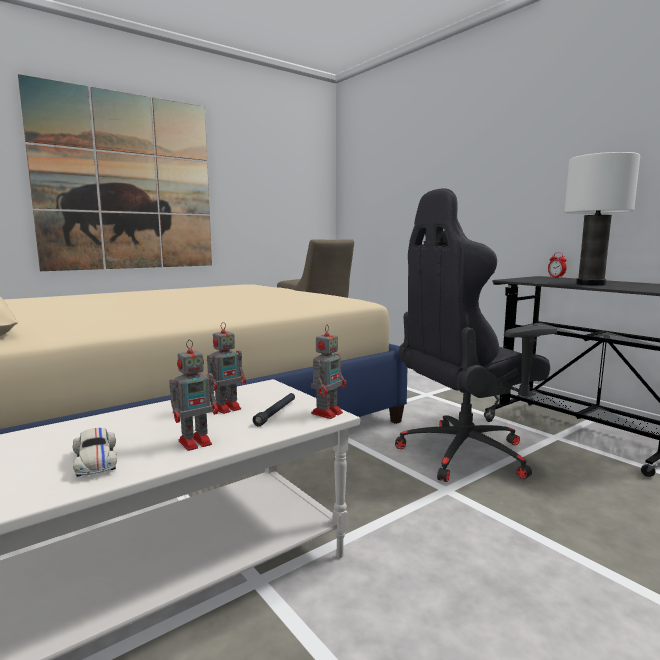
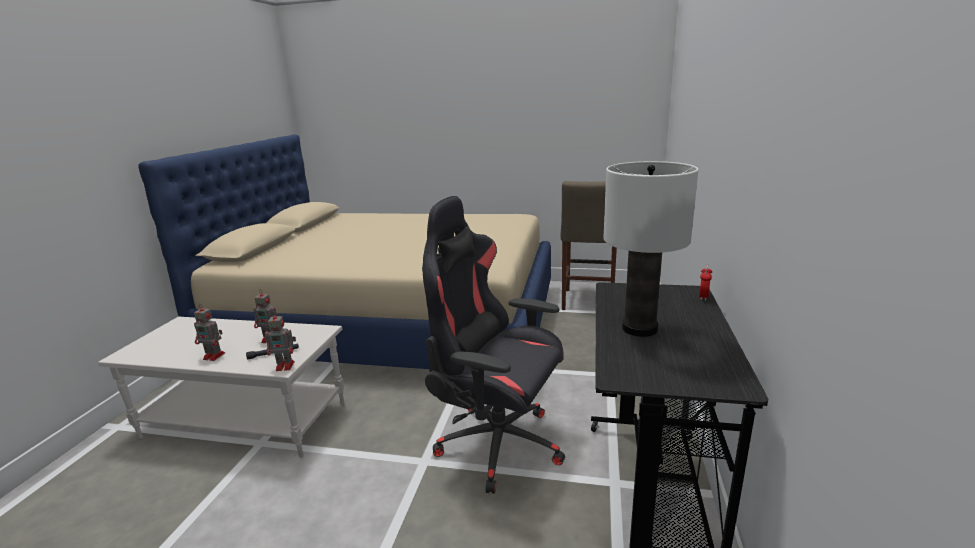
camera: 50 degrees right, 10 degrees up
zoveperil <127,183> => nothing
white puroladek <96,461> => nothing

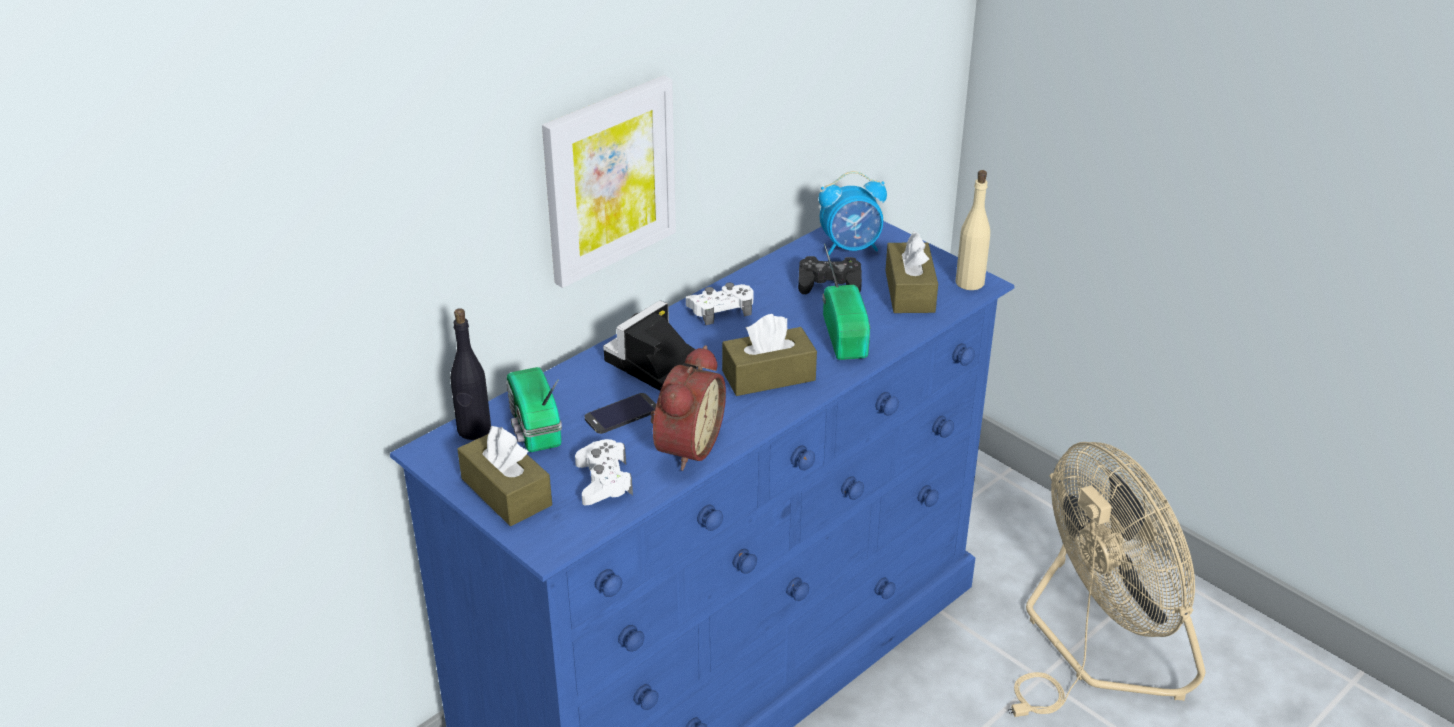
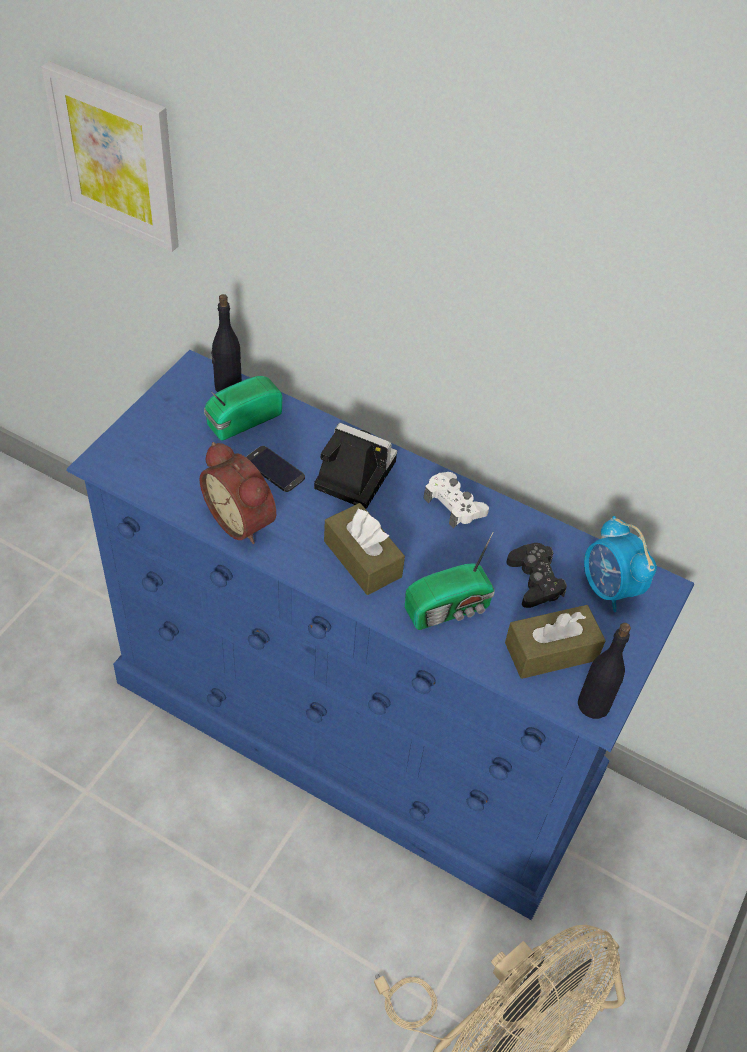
camera: 70 degrees right, 15 degrees up
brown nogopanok <506,492> => nothing
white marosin <603,480> => nothing
zoveperil <608,179> => zoveperil <116,157>, shifted
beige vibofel <969,282> => black vibofel <594,704>
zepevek <685,446> => zepevek <243,519>, 45 degrees clockwise

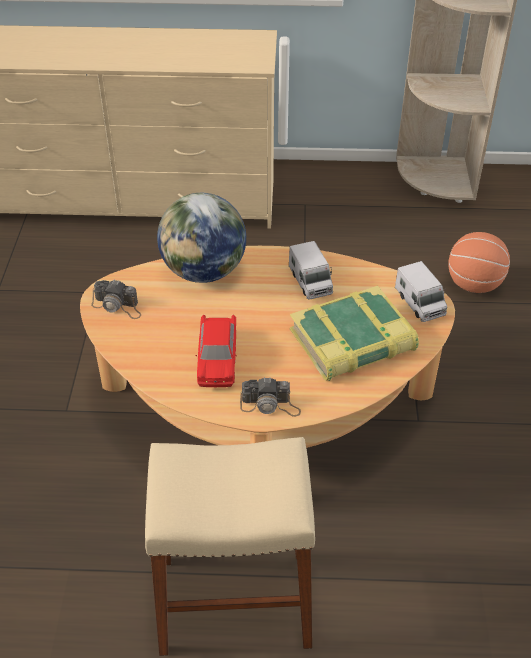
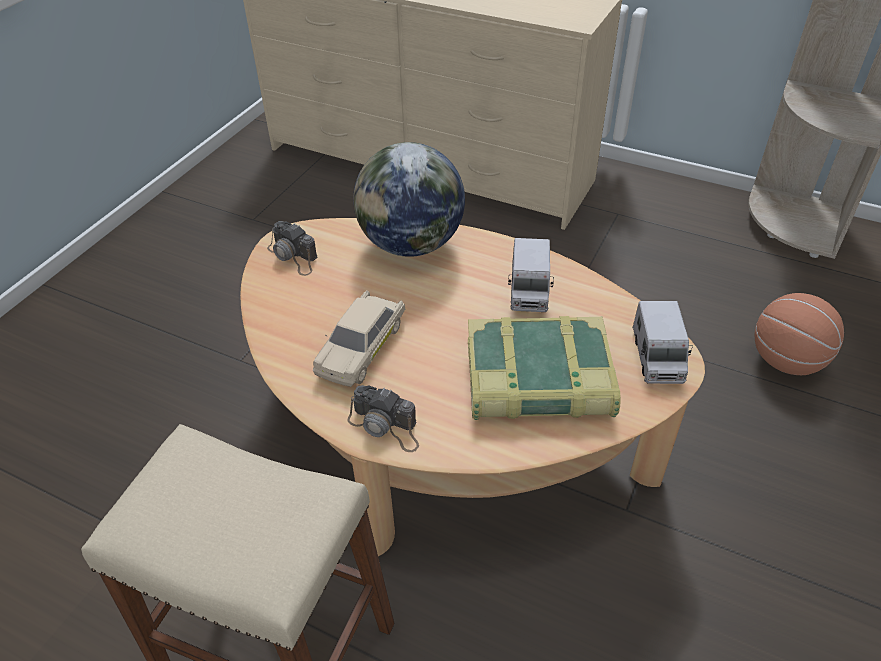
camera: 25 degrees right, 0 degrees up
red puroladek <217,358> => beige puroladek <361,348>

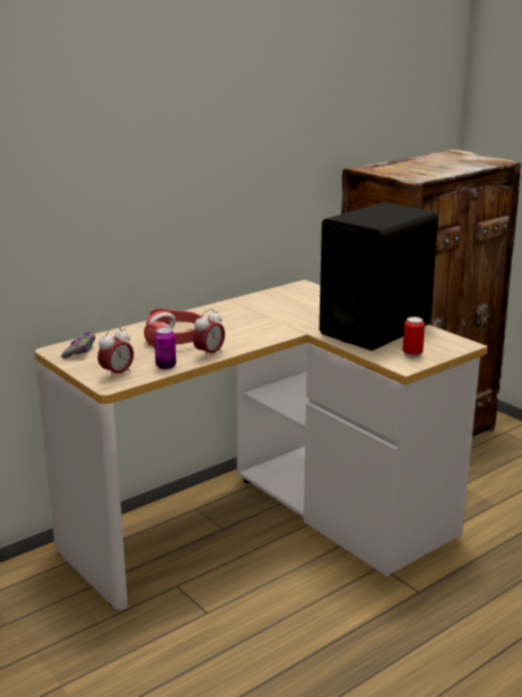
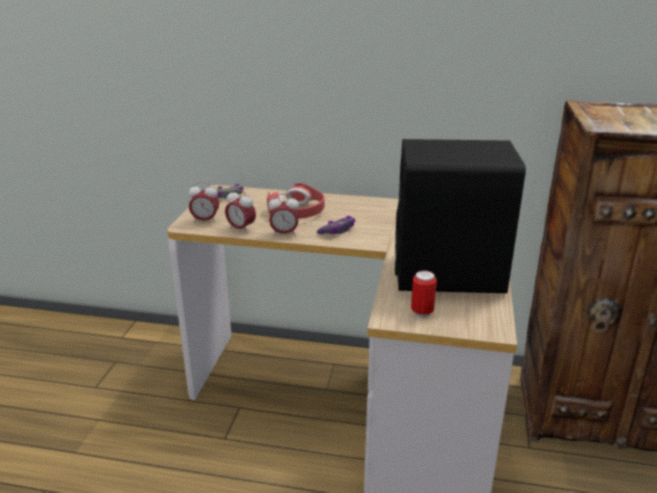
camera: 50 degrees right, 5 degrees up
nothing => purple marosin <337,230>
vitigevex <166,366> => zepevek <241,229>

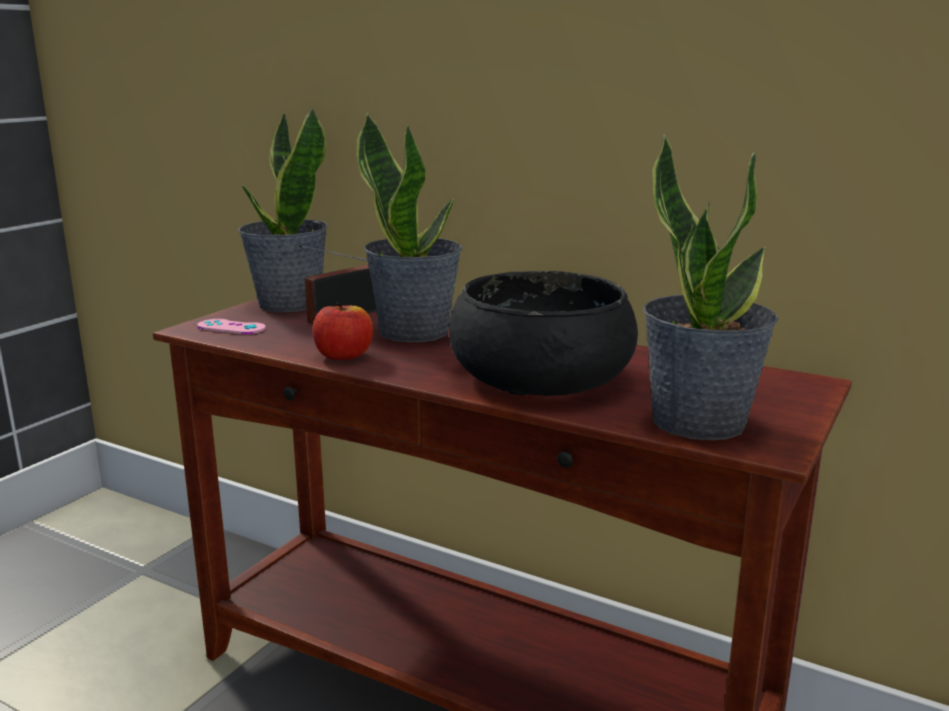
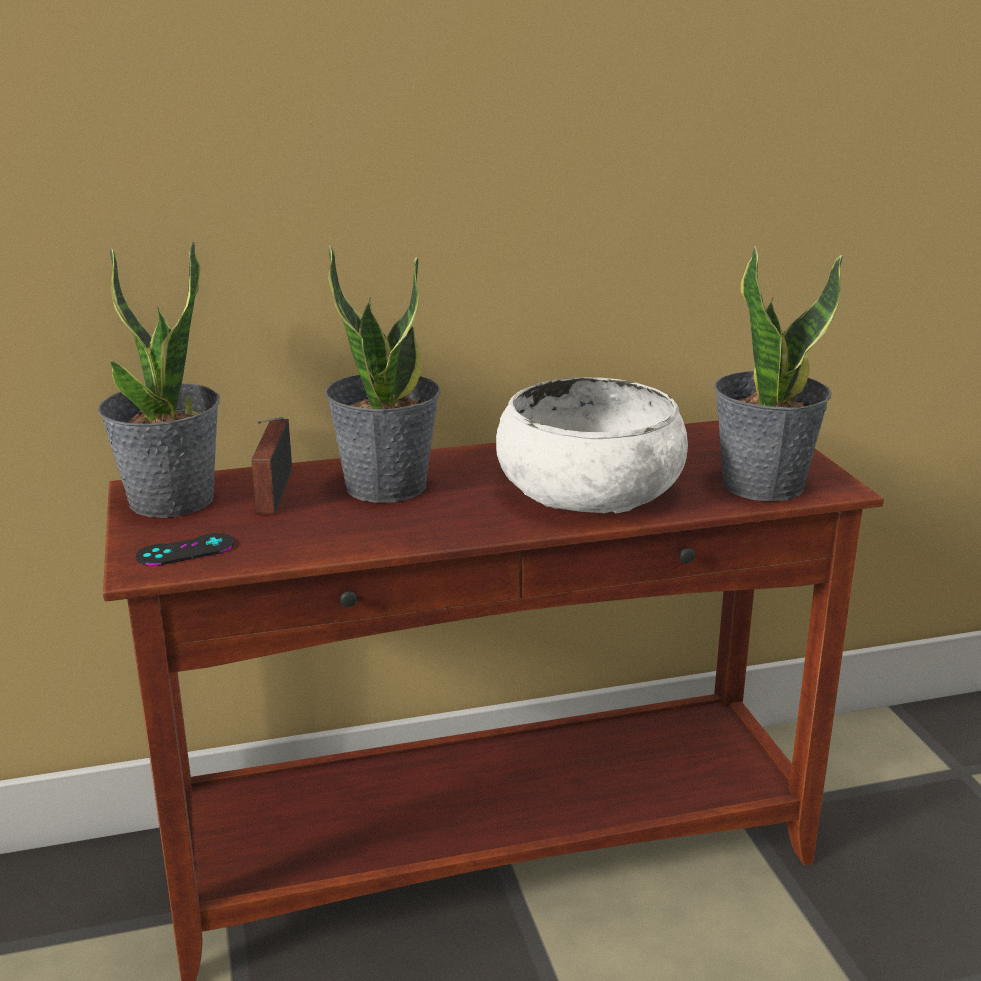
camera: 45 degrees left, 5 degrees up
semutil <344,356> => nothing
pink marosin <231,327> => black marosin <185,550>
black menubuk <541,376> => white menubuk <590,489>

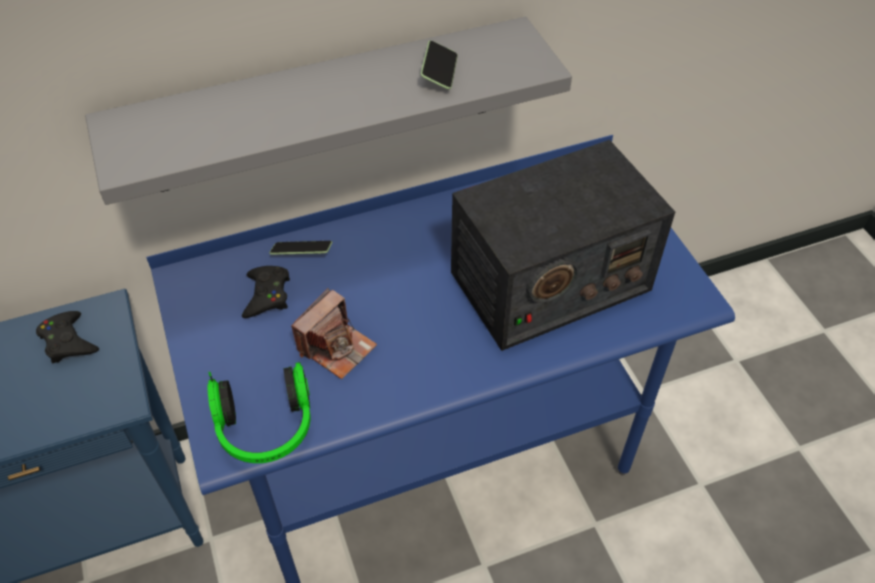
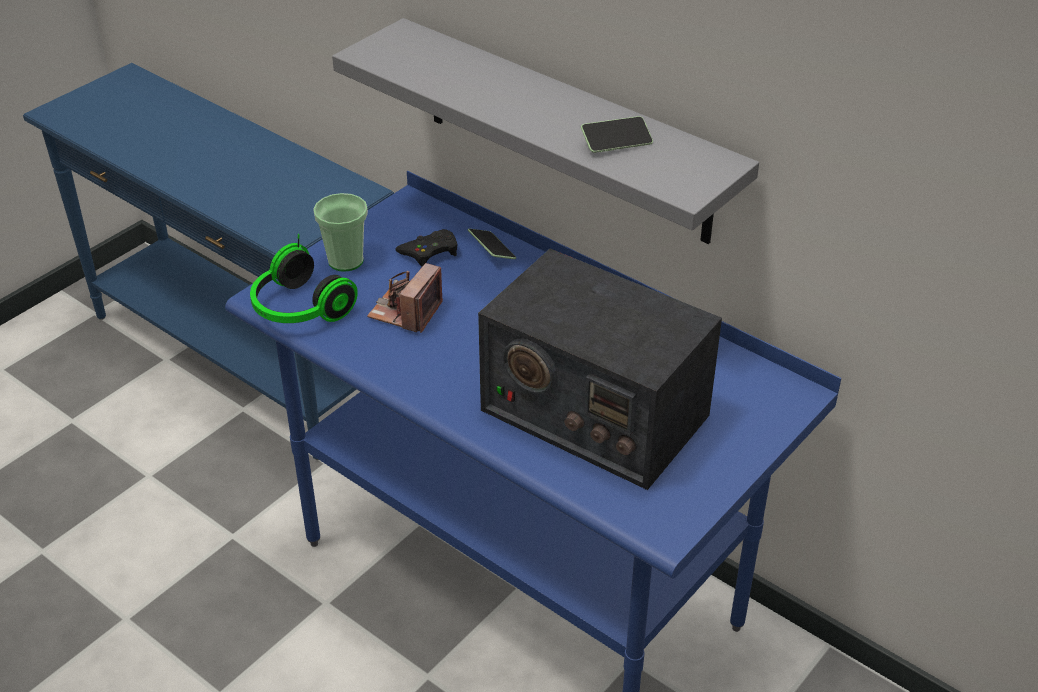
camera: 60 degrees right, 10 degrees down
black marosin <68,341> => nothing
nothing => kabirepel <345,261>
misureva <336,347> => misureva <406,312>, 105 degrees clockwise

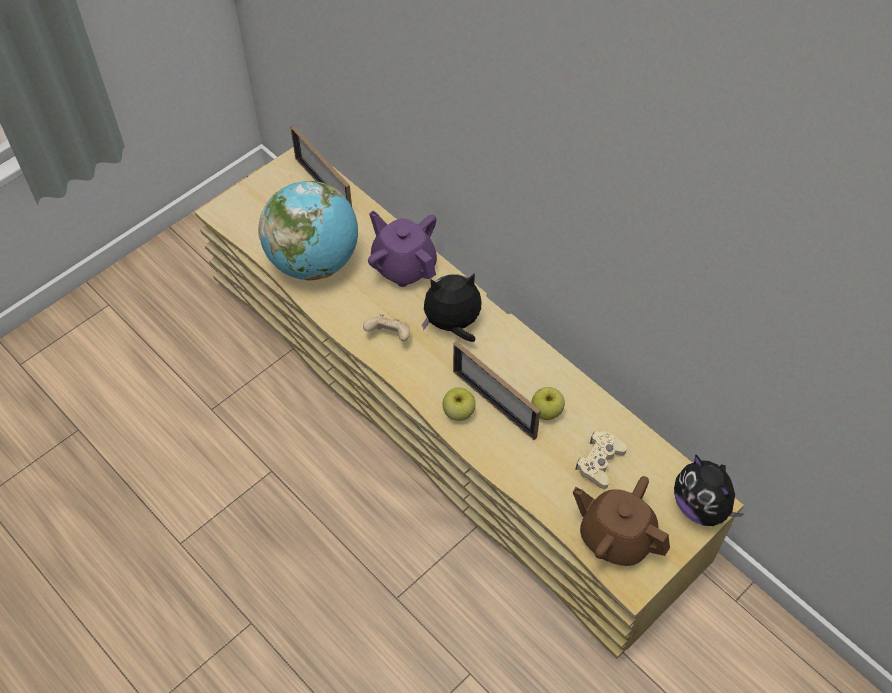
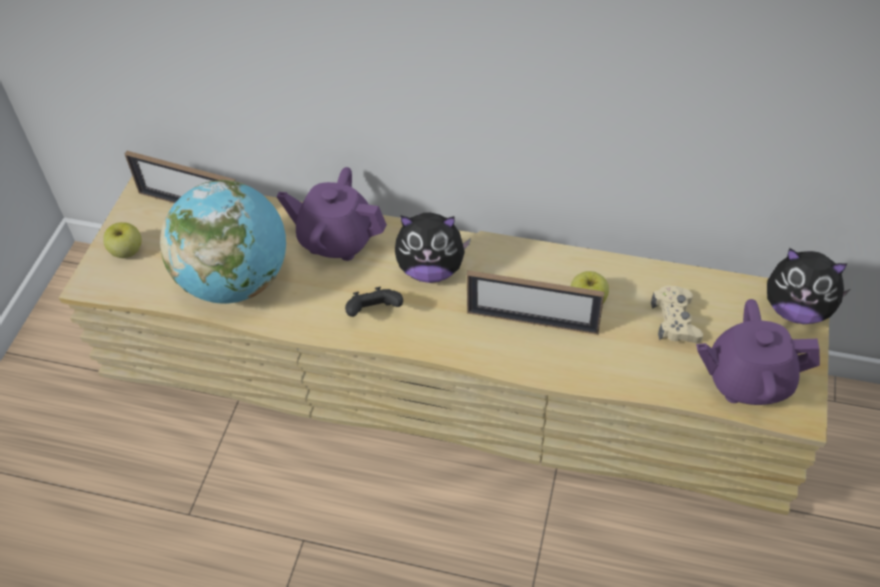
camera: 30 degrees left, 5 degrees down
semutil <458,412> => semutil <127,251>, shifted
beige marosin <389,336> => black marosin <374,312>
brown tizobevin <616,537> => purple tizobevin <747,380>
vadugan <453,325> => vadugan <431,269>, 135 degrees counterclockwise

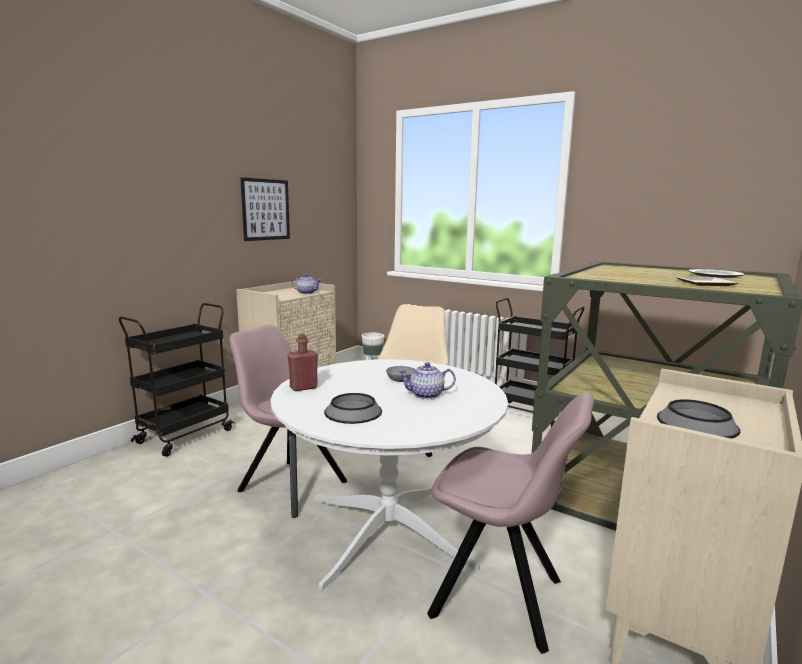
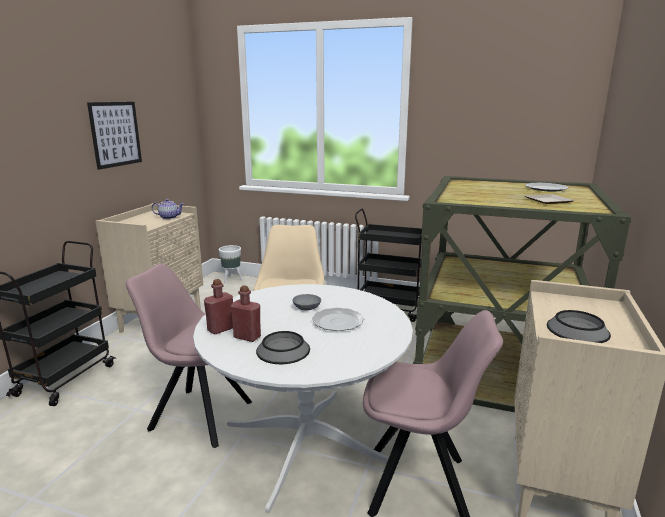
camera: 15 degrees left, 5 degrees up
nothing => red vibofel <247,337>
tizobevin <427,395> => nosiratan <338,322>

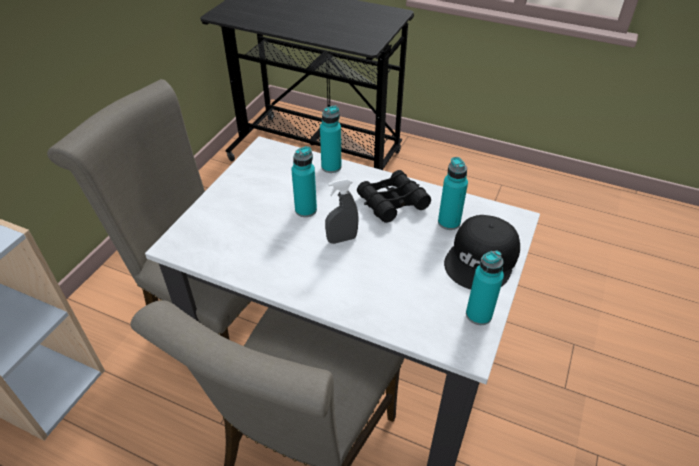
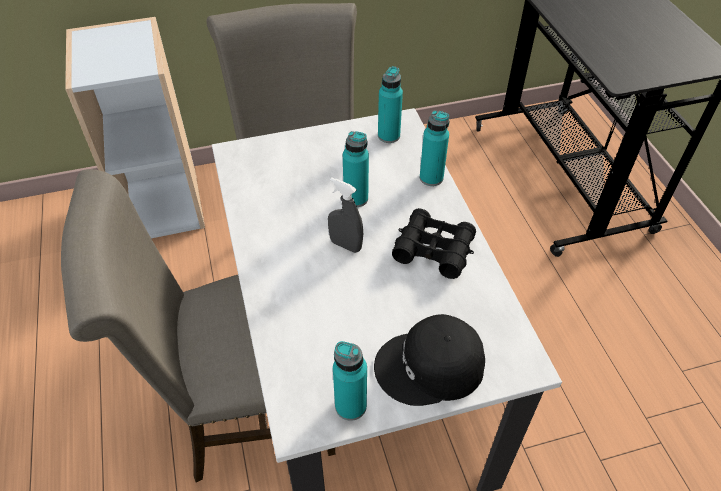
camera: 50 degrees right, 5 degrees up
turquoise vibofel <449,222> => turquoise vibofel <388,136>, shifted

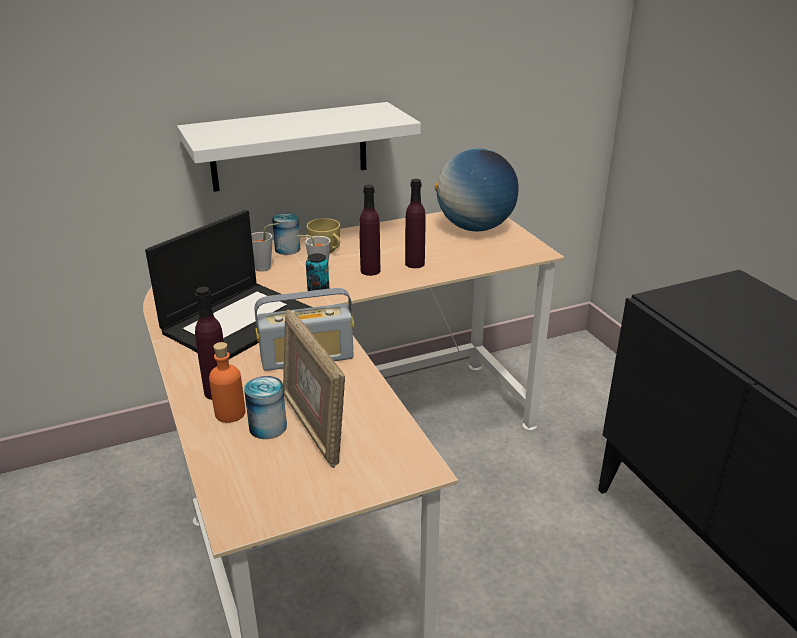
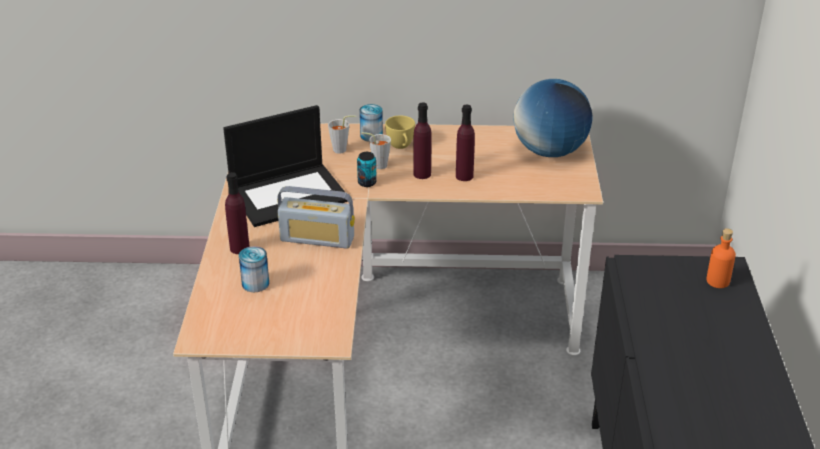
camera: 25 degrees right, 5 degrees up
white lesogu <289,146> => nothing
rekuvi <313,427> => nothing
orange vibofel <230,413> => orange vibofel <717,281>, shifted

